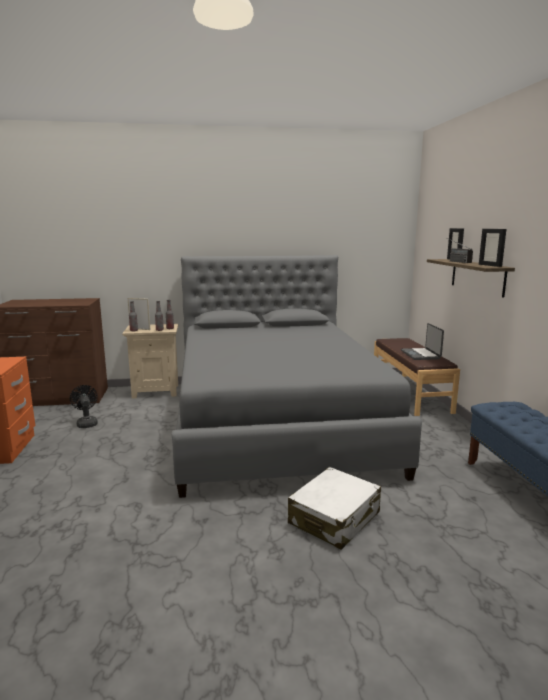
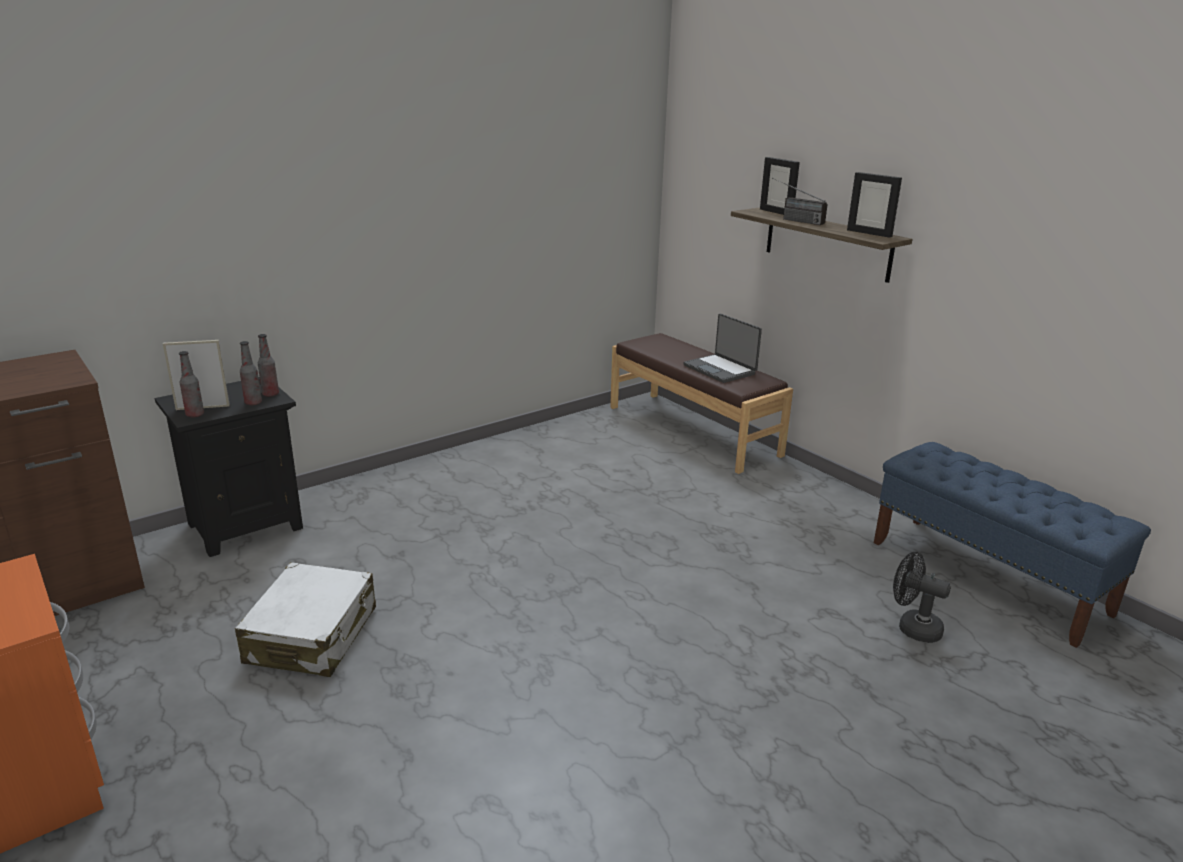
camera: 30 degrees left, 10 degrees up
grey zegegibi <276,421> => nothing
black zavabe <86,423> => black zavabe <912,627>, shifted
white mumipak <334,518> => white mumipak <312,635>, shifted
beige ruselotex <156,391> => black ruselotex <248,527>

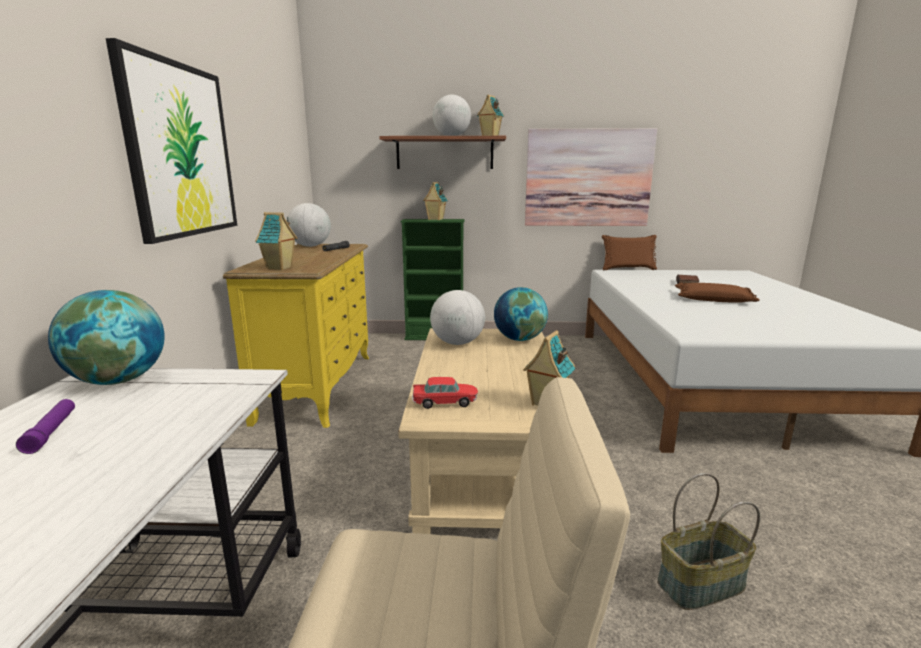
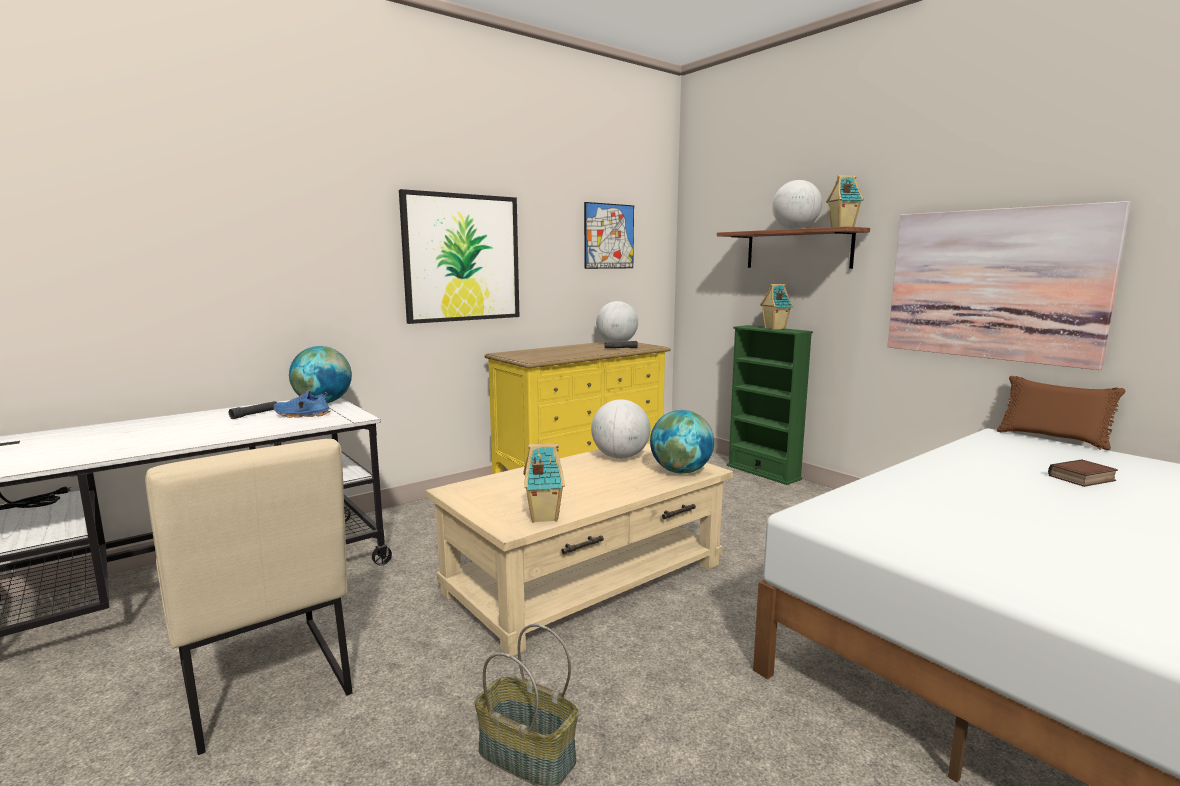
camera: 50 degrees right, 5 degrees down
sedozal <280,268> => nothing
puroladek <445,402> => nothing
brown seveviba <713,298> => nothing
nothing => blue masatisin <302,415>
nothing => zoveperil <609,236>
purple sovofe <51,432> => black sovofe <255,414>

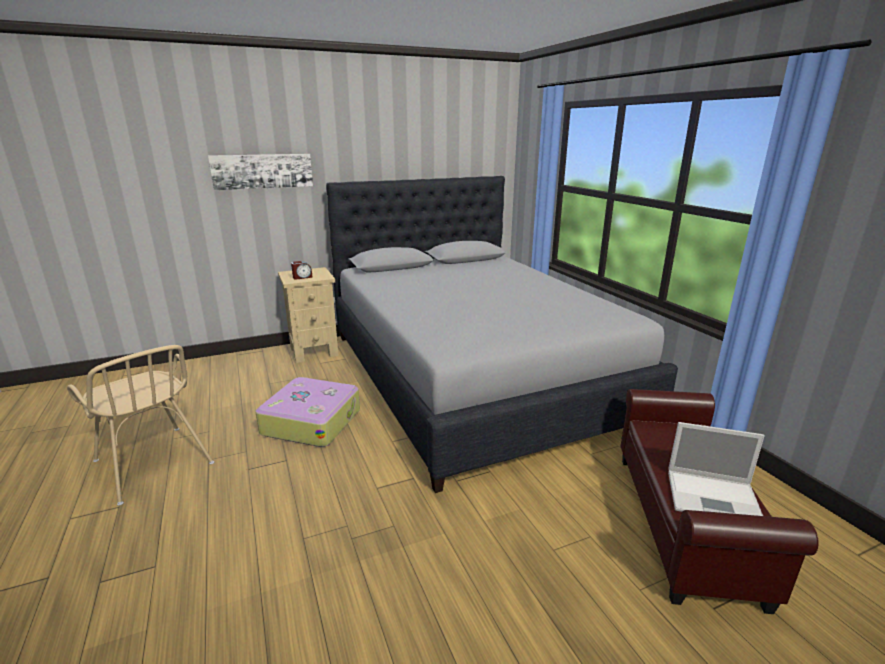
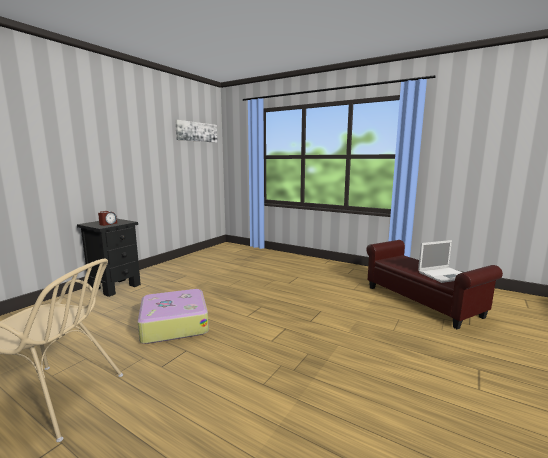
camera: 35 degrees left, 10 degrees down
grey zegegibi <473,375> => nothing
zoveperil <262,171> => zoveperil <196,132>, shifted
beige ruselotex <314,351> => black ruselotex <116,287>

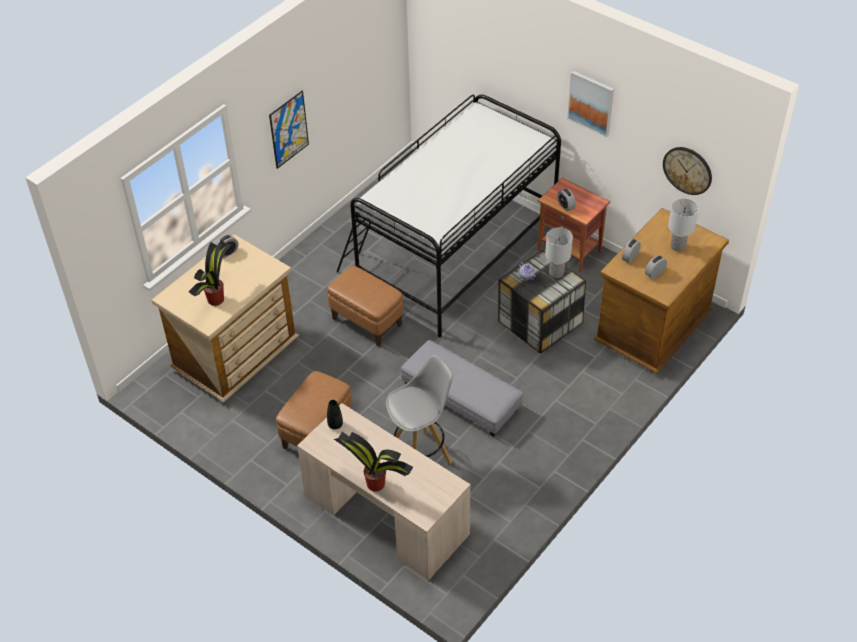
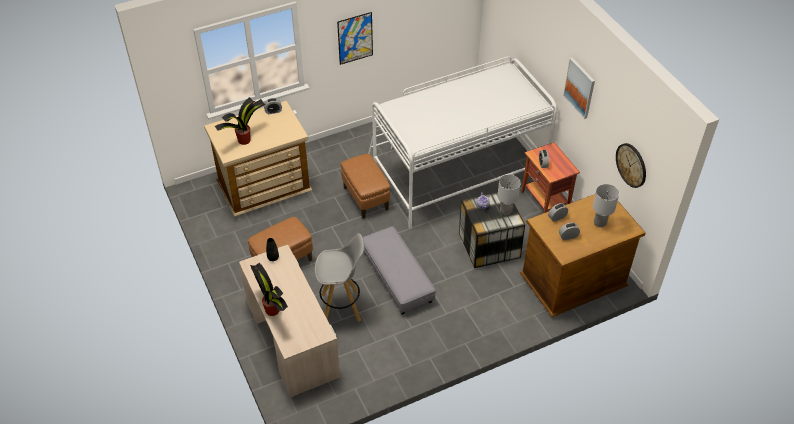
camera: 25 degrees right, 0 degrees up
black zegegibi <454,257> => white zegegibi <456,176>

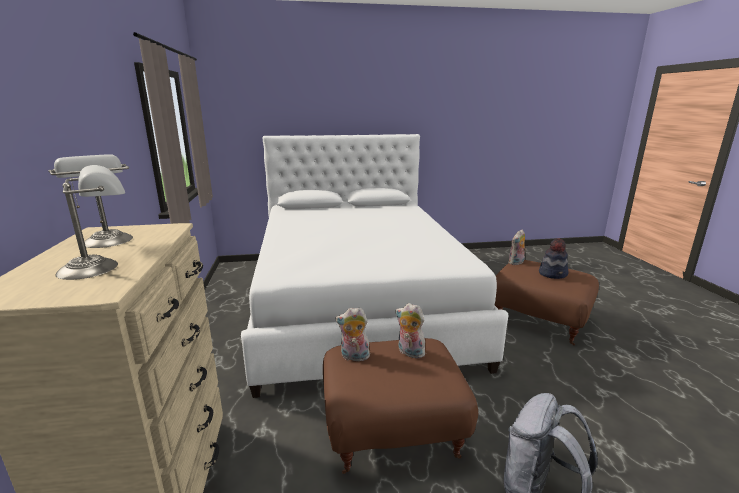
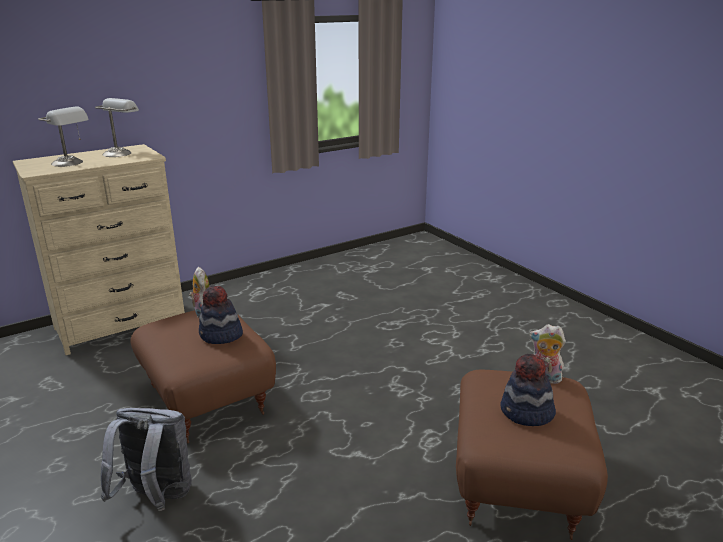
camera: 65 degrees right, 5 degrees up
white zegegibi <358,302> => nothing
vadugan <409,352> => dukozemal <221,335>

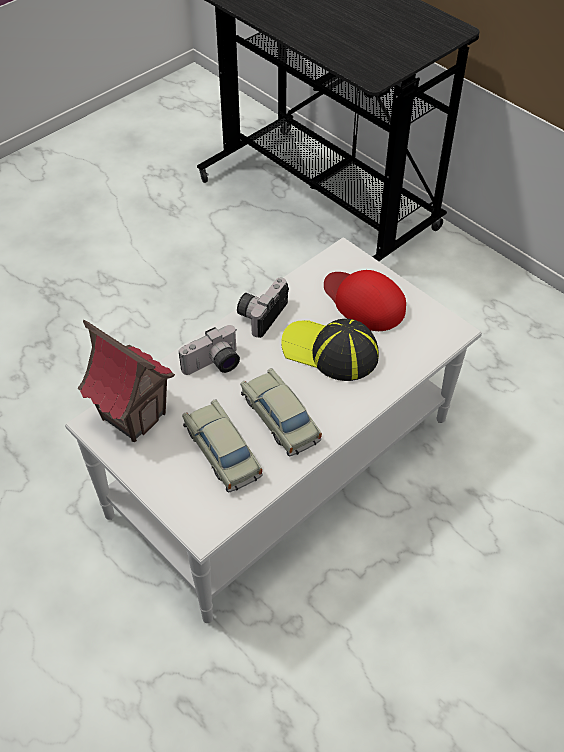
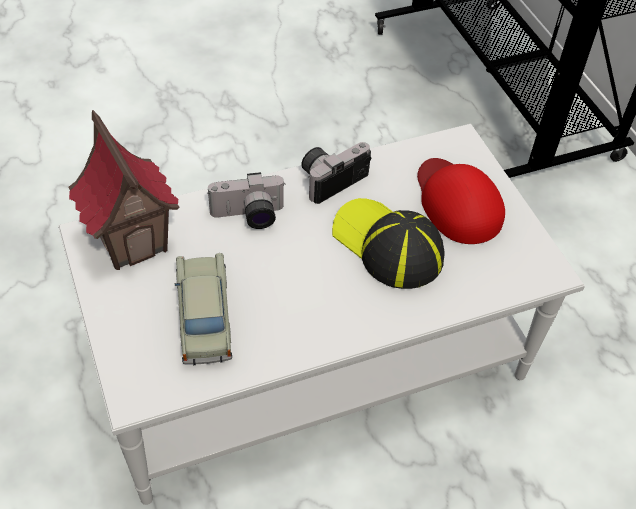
camera: 20 degrees right, 0 degrees up
beige puroladek <280,419> => nothing

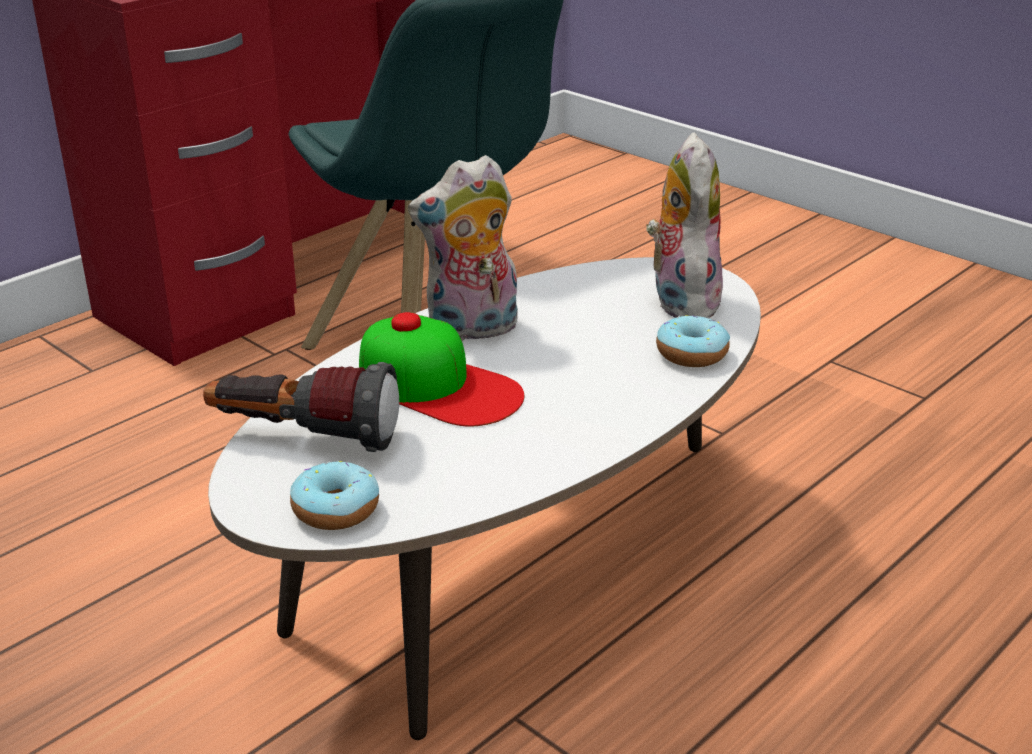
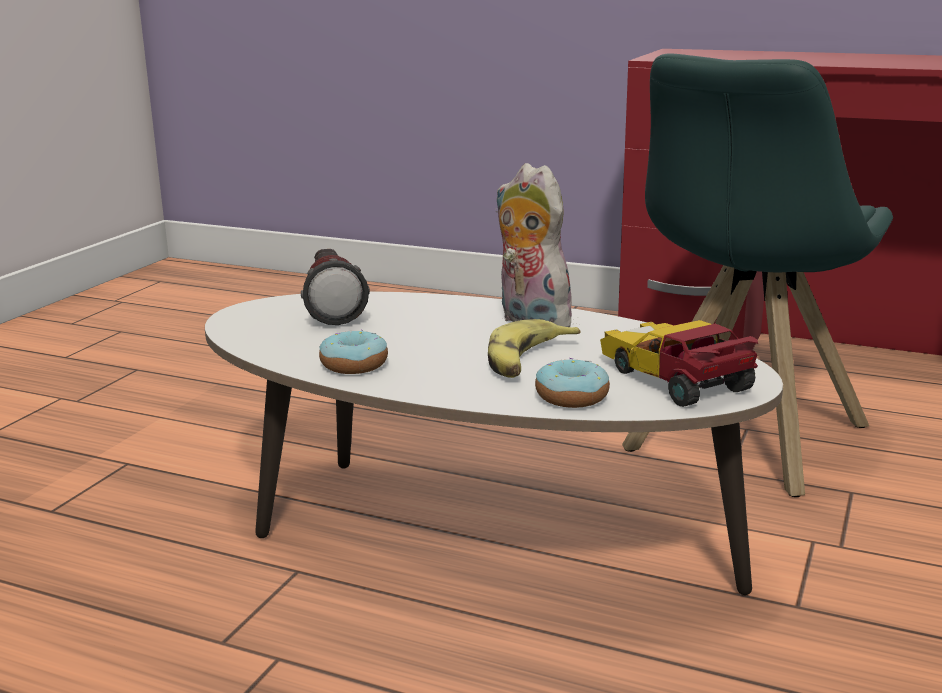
camera: 70 degrees right, 10 degrees down
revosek <439,386> => nothing
nothing => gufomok <527,361>
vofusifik <336,509> => vofusifik <354,365>, shifted
vadugan <680,300> => puroladek <677,380>

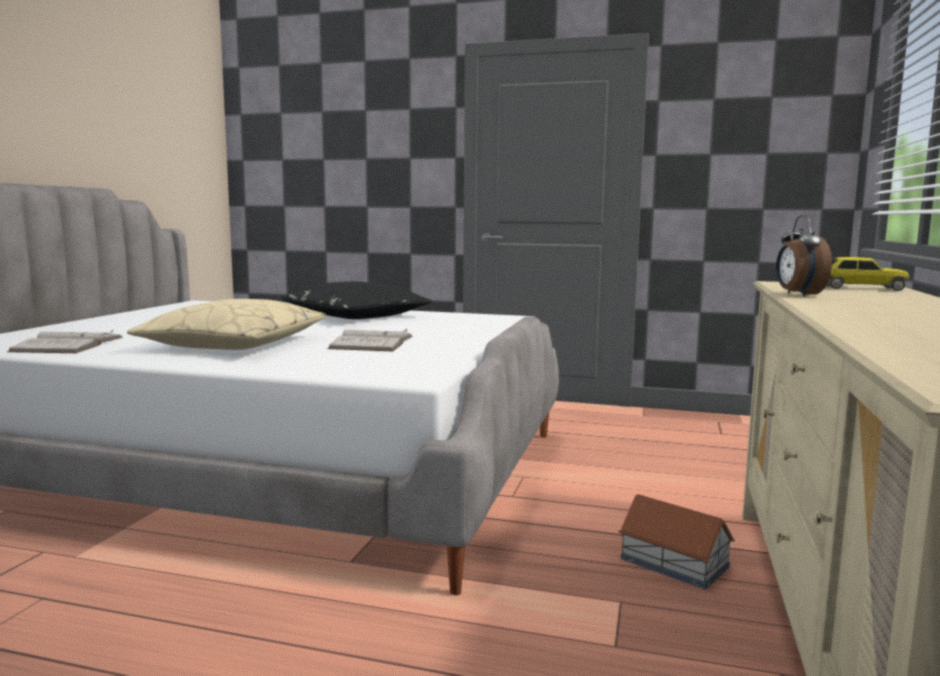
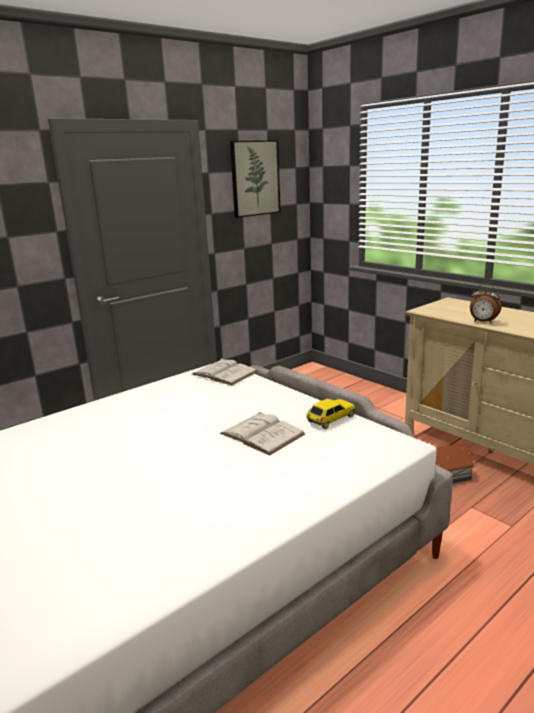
camera: 55 degrees left, 10 degrees up
beige seveviba <235,344> => nothing
black seveviba <356,316> => nothing
nothing => zoveperil <254,178>
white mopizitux <68,344> => white mopizitux <224,373>, shifted
puroladek <861,288> => puroladek <330,419>, shifted

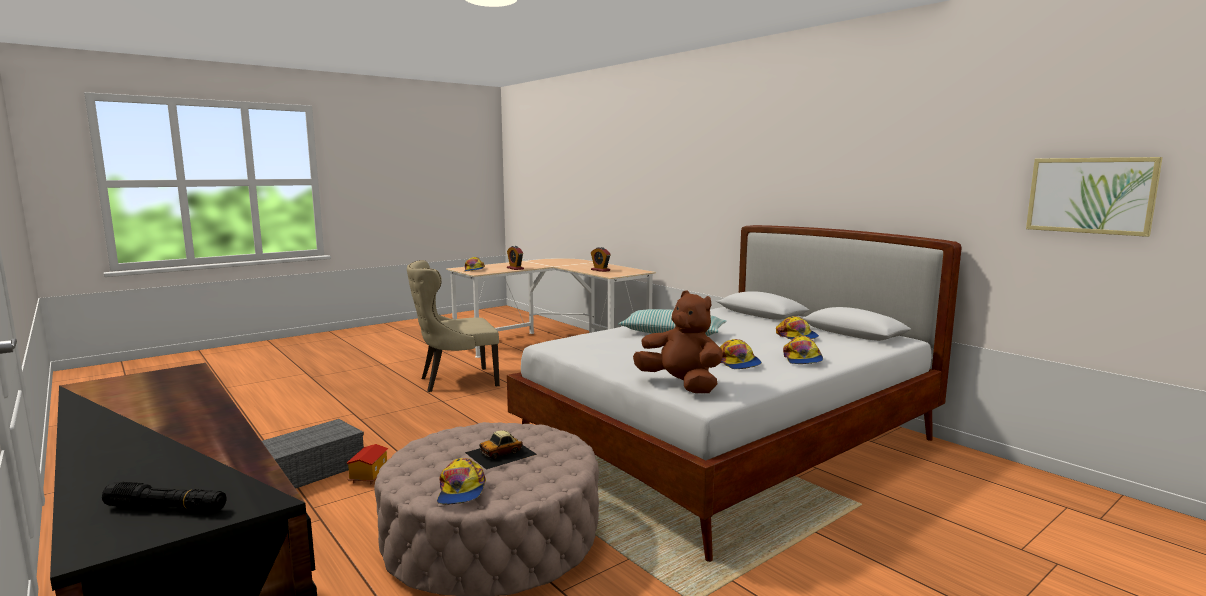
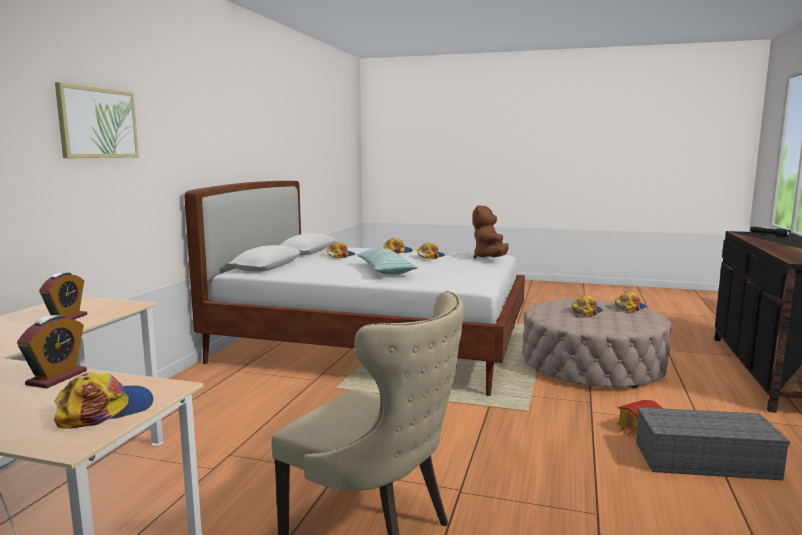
camera: 125 degrees left, 0 degrees up
zoveperil <1090,195> => zoveperil <98,123>, shifted
puroladek <501,453> => revosek <586,311>

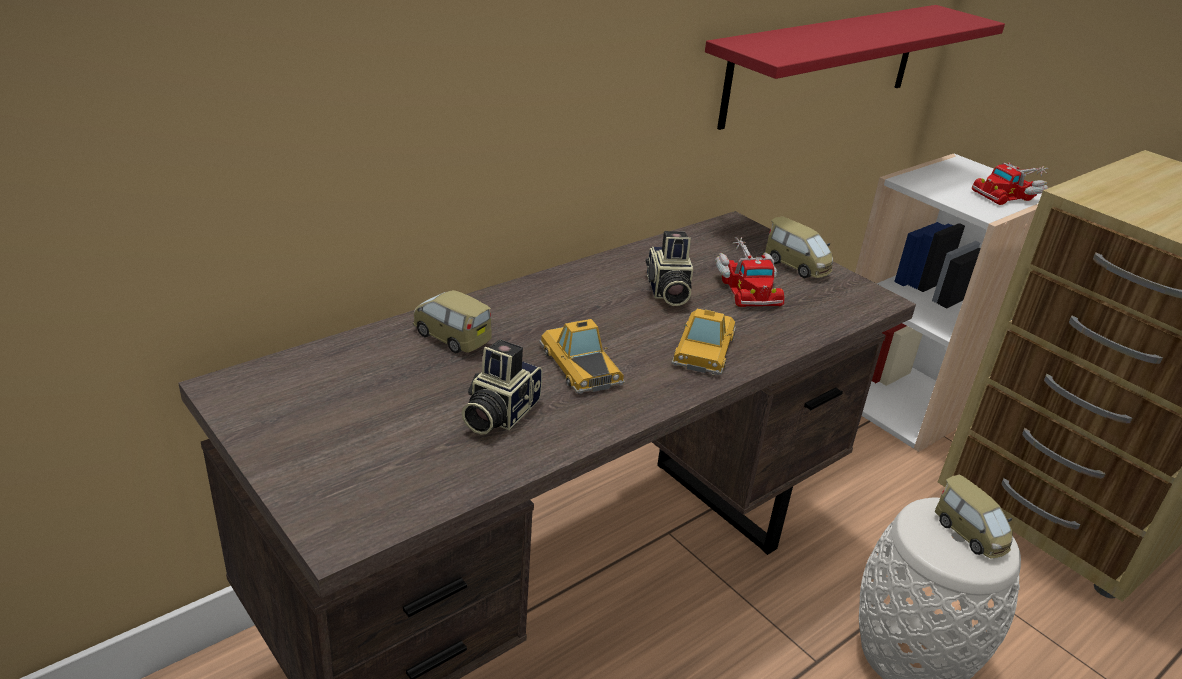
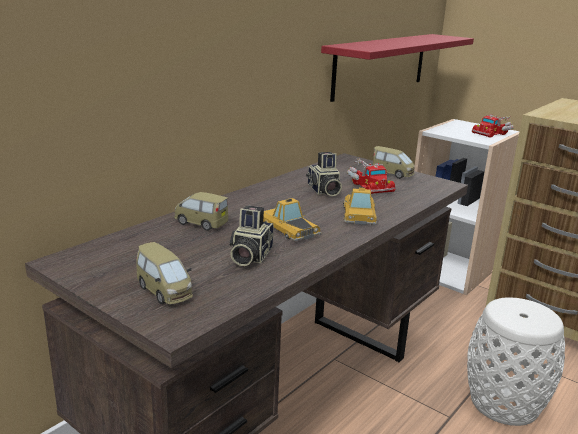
camera: 10 degrees left, 10 degrees down
puroladek <970,533> => puroladek <165,291>, shifted

